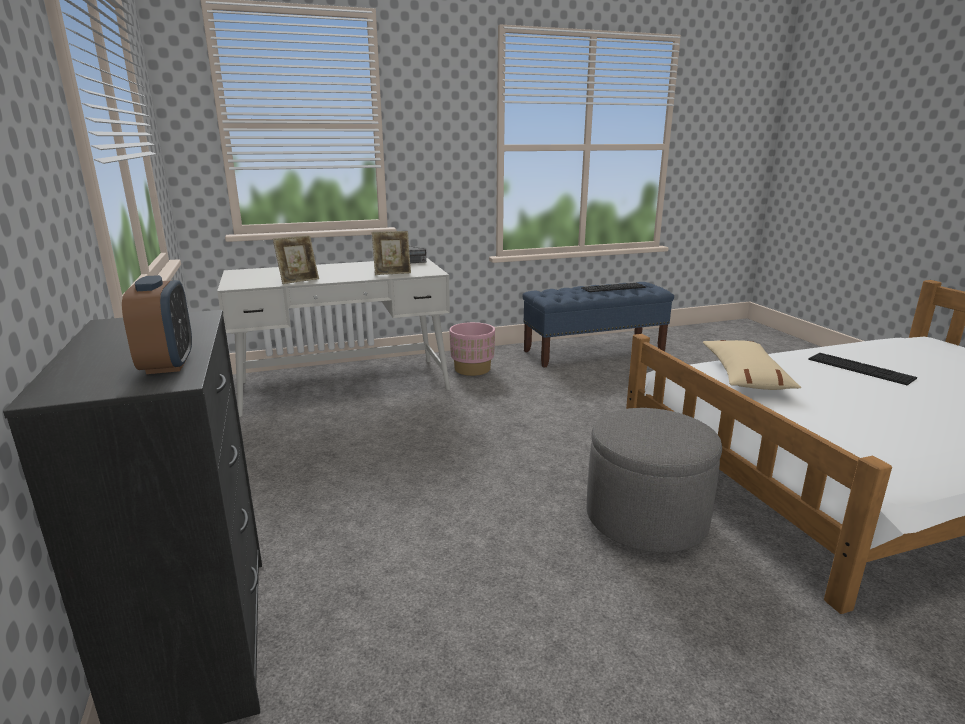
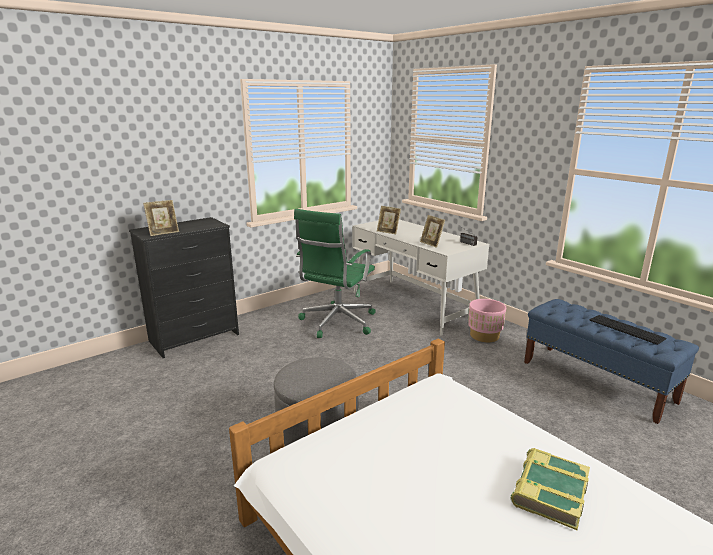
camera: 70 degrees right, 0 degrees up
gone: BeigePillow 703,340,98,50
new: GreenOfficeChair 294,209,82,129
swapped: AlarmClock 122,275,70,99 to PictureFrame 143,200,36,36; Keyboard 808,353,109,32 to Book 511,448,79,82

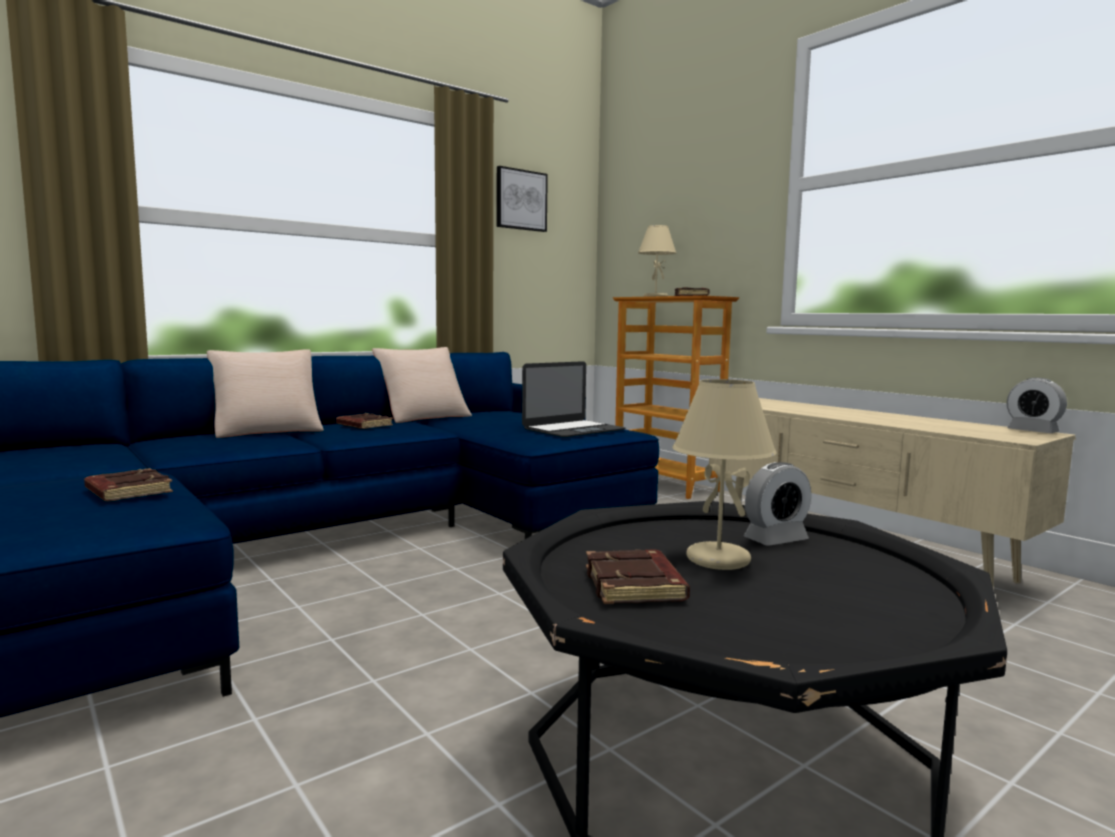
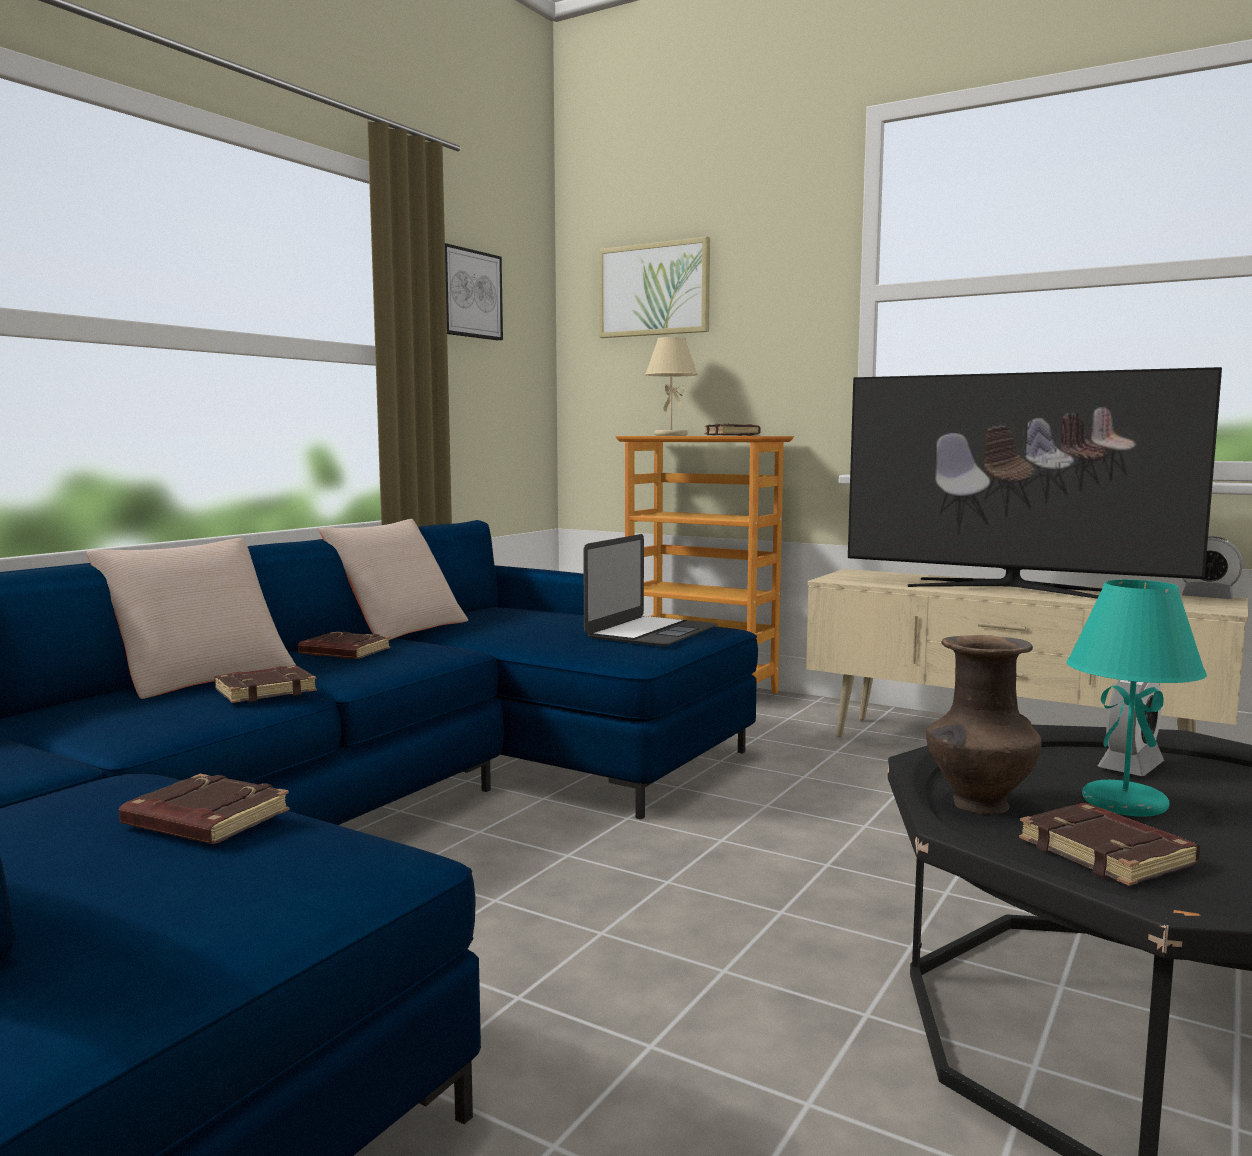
camera: 20 degrees left, 0 degrees up
new: Picture 599,237,111,101; Television 848,367,374,232; BrownVase 926,635,116,179; BrownBook 215,666,102,37
repainted: BeigeTableLamp 672,379,105,191 to TurquoiseTableLamp 1066,580,141,237

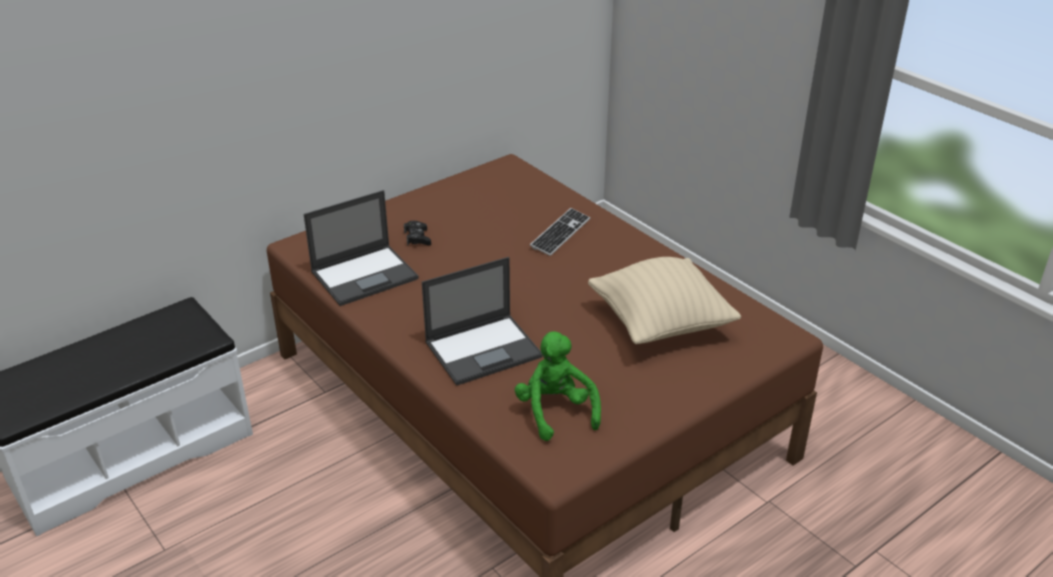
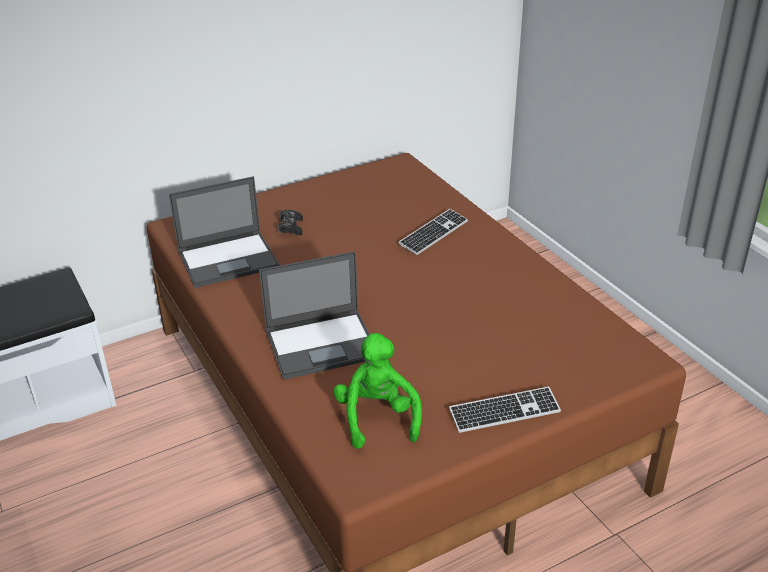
camera: 10 degrees right, 0 degrees up
gone: BeigePillow 588,257,153,87
new: Keyboard 449,387,112,46

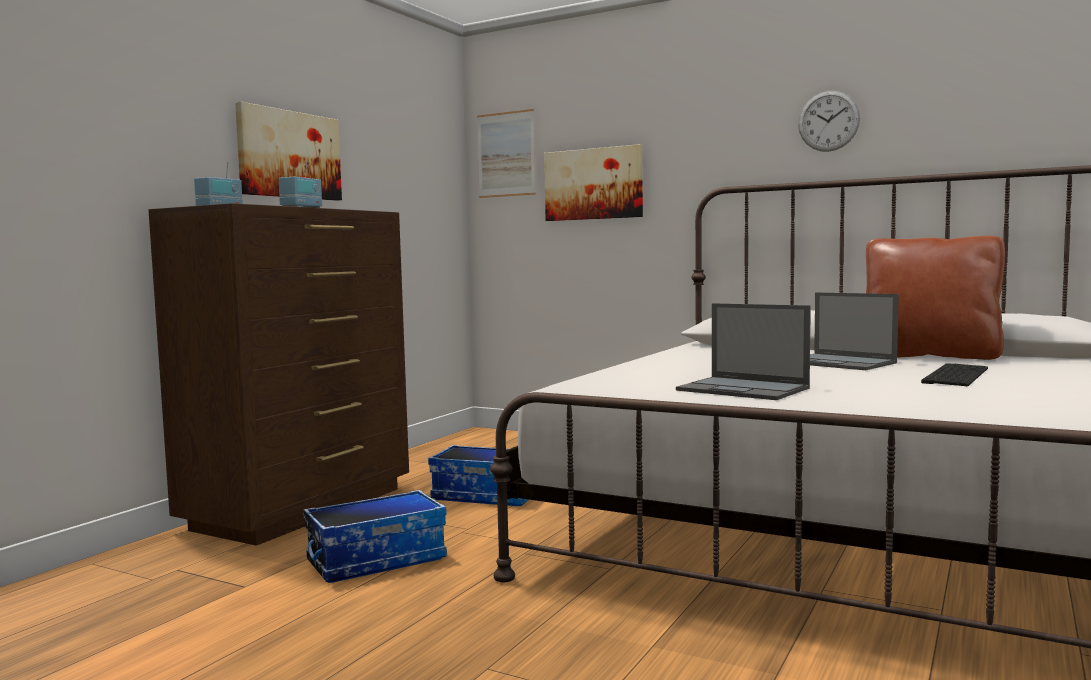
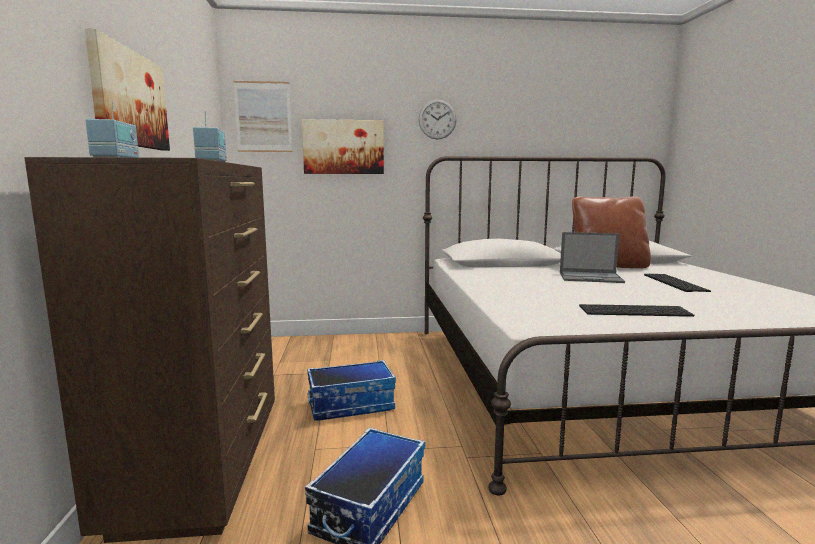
camera: 35 degrees left, 5 degrees up
shifted: WallClock 798,91,62,61 to 419,99,38,41
swapped: Laptop 676,303,135,97 to Keyboard 579,304,115,13

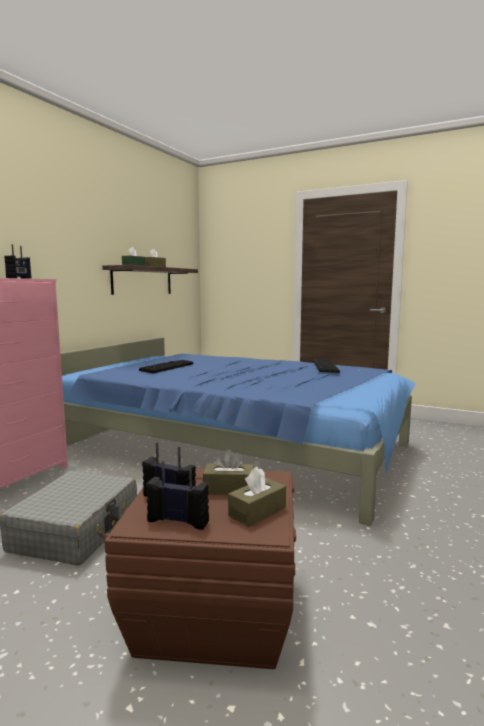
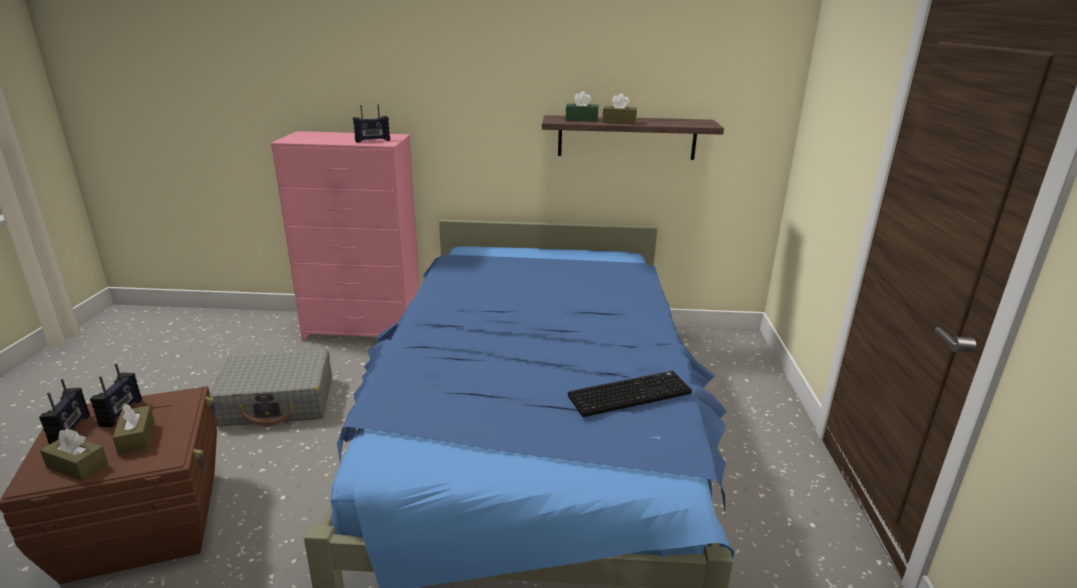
camera: 65 degrees right, 15 degrees up
gone: Keyboard 139,360,54,14

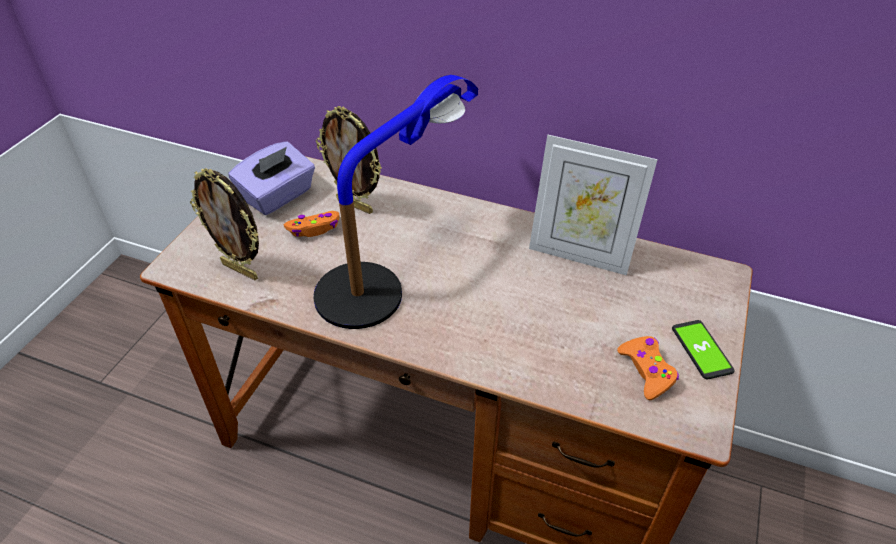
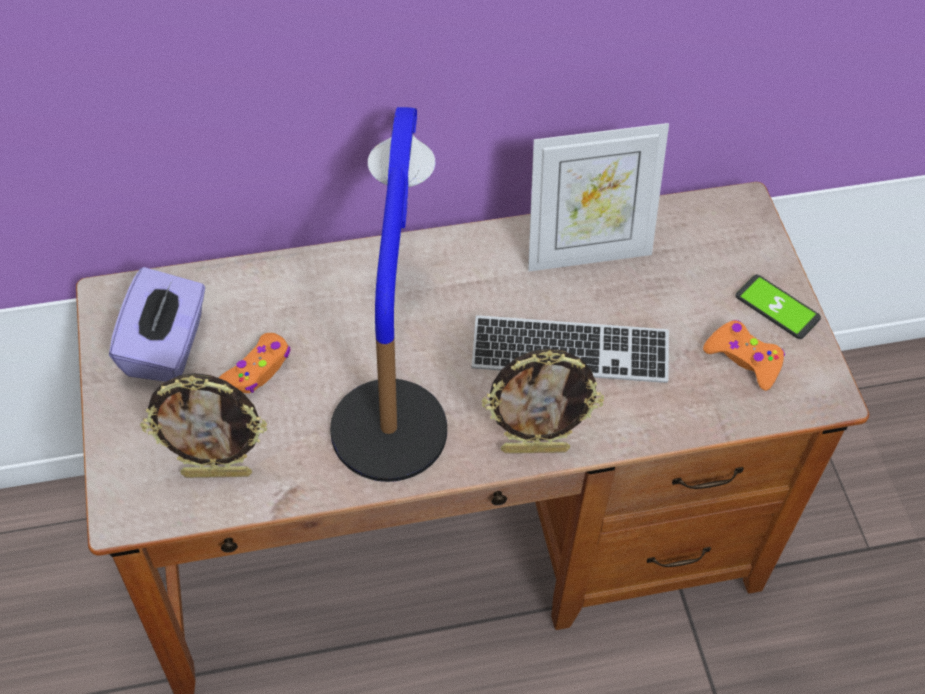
camera: 35 degrees left, 10 degrees up
new: Keyboard 472,315,197,68
shifted: PictureFrame 316,106,66,108 to 482,348,122,105

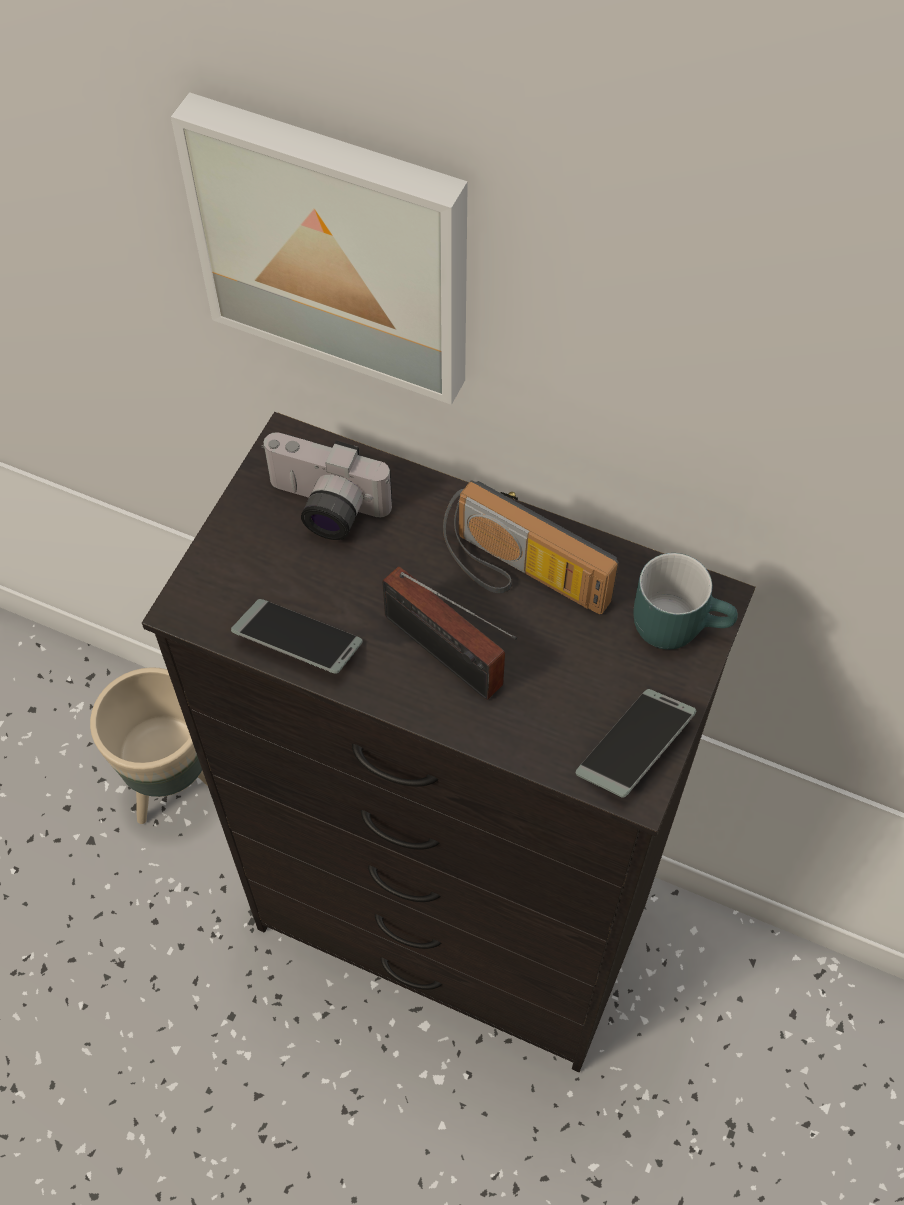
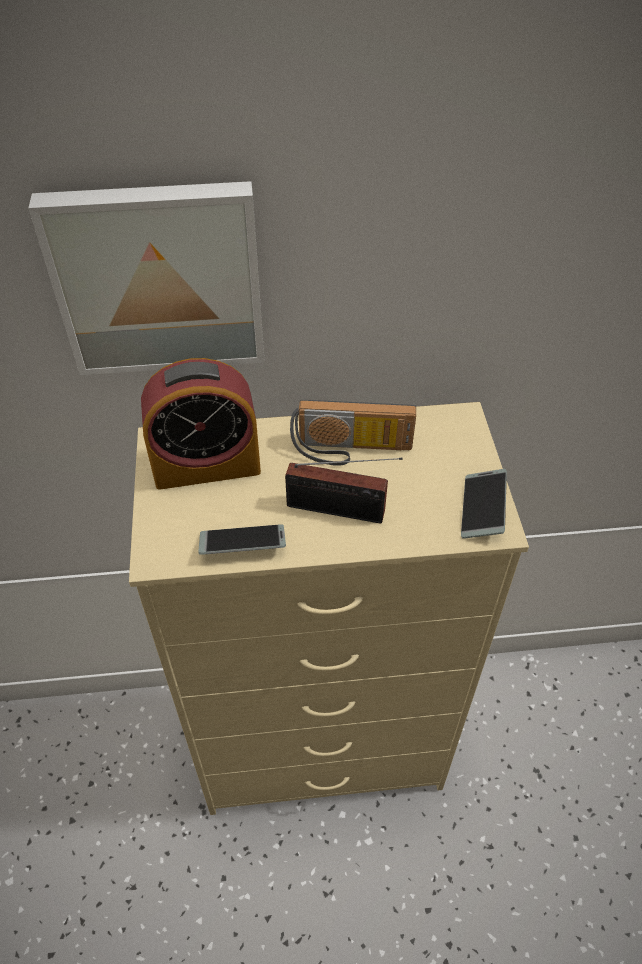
camera: 30 degrees left, 10 degrees down
gone: TurquoiseMug 633,553,105,97; BeigePlanter 90,667,118,157
swapped: PhotoCamera 261,432,131,108 to AlarmClock 141,358,120,132
repainted: BlackDresser 142,412,613,660 to BeigeDresser 129,402,400,413

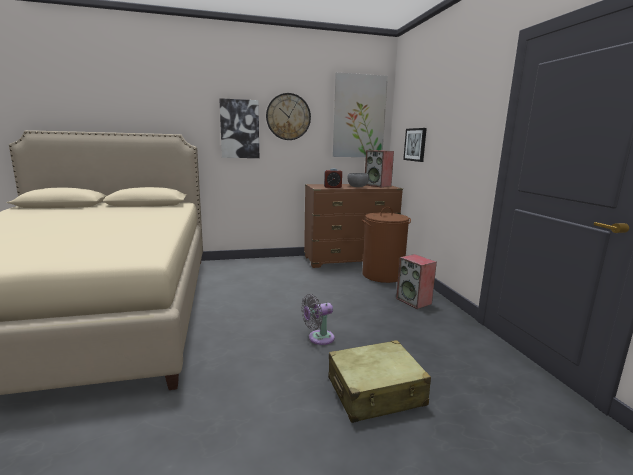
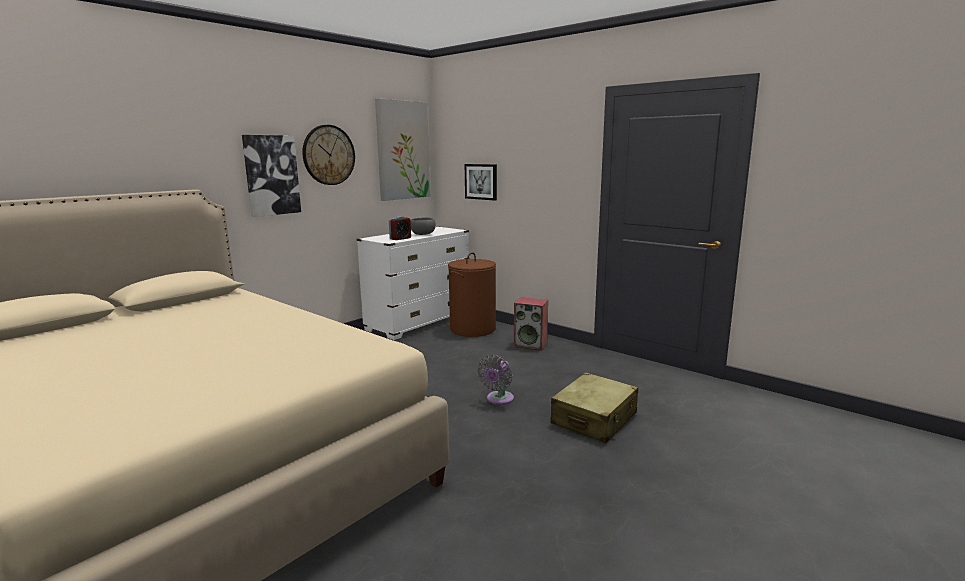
camera: 35 degrees left, 0 degrees up
gone: Speaker 365,150,29,37
repainted: BrownDresser 304,184,99,84 to WhiteDresser 357,226,113,114

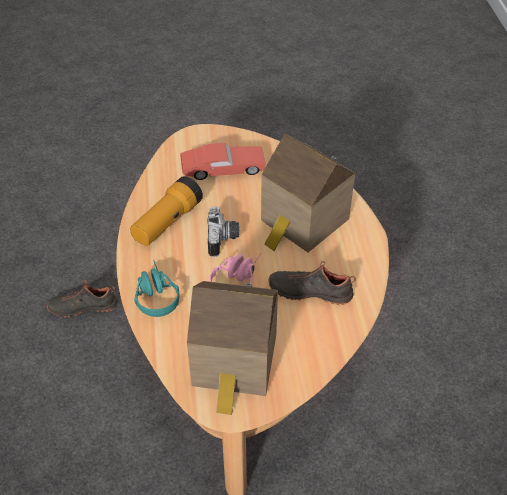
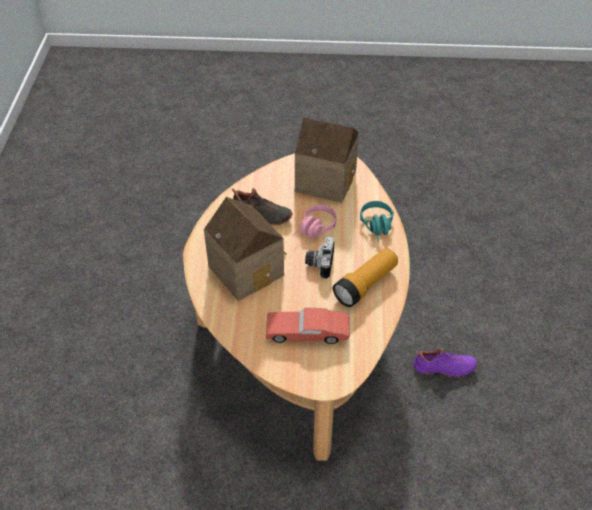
camera: 170 degrees left, 0 degrees up
repainted: BlackShoe 46,280,72,37 to PurpleShoe 413,348,64,30

